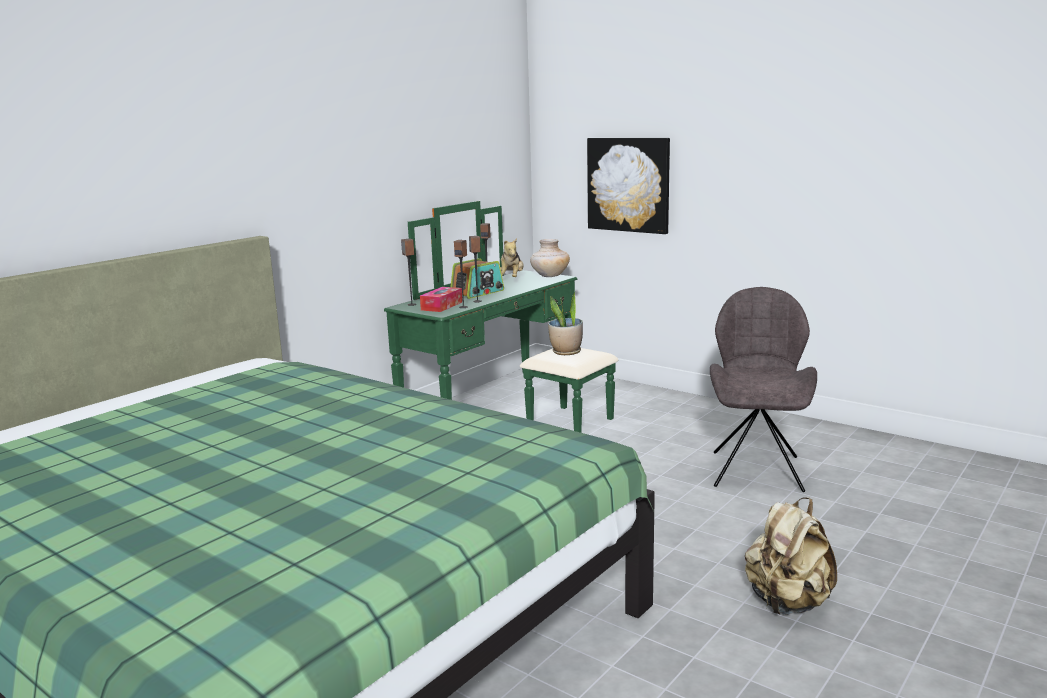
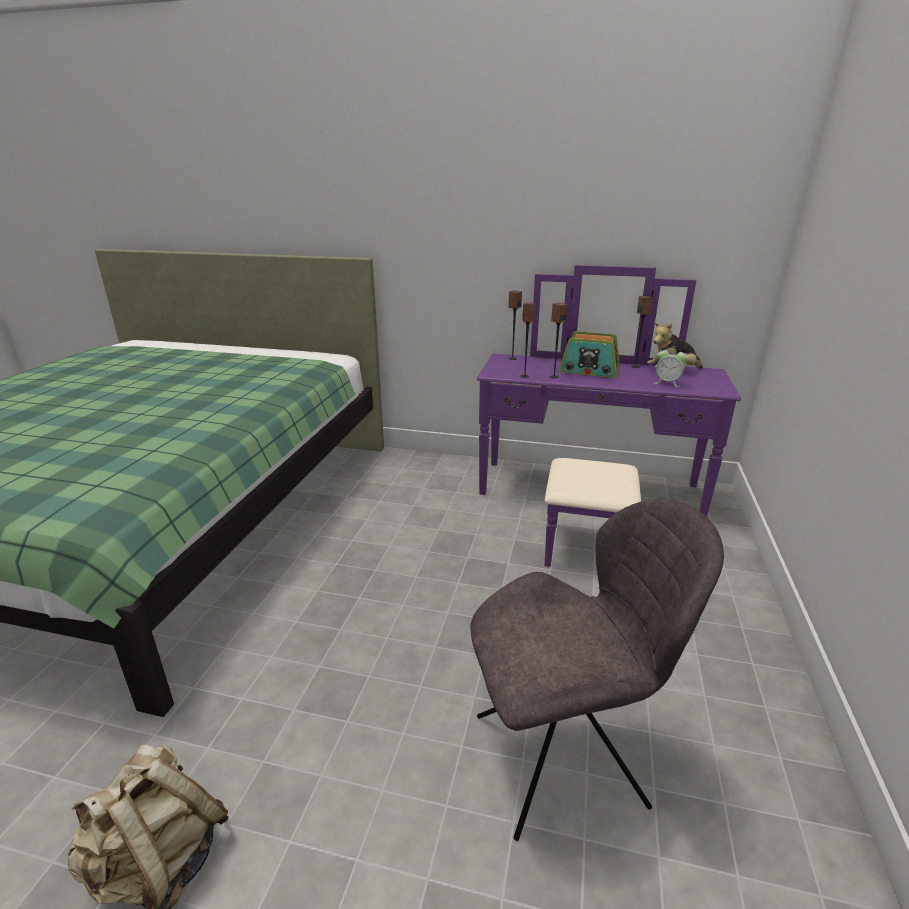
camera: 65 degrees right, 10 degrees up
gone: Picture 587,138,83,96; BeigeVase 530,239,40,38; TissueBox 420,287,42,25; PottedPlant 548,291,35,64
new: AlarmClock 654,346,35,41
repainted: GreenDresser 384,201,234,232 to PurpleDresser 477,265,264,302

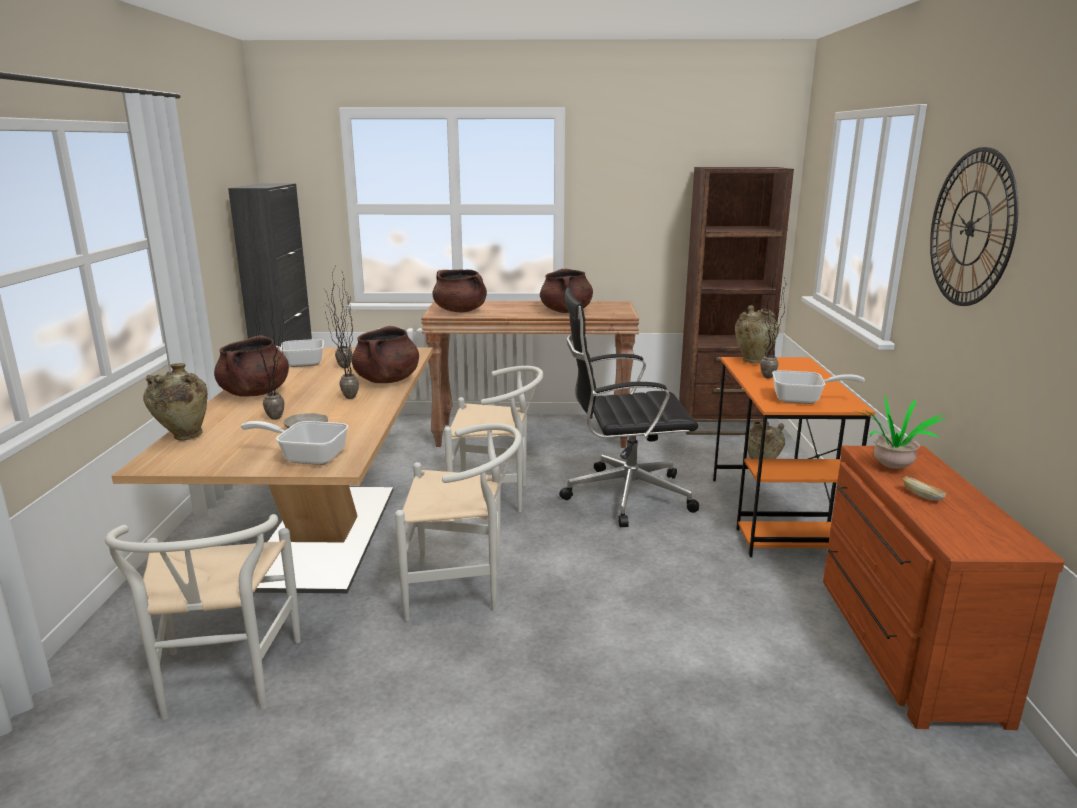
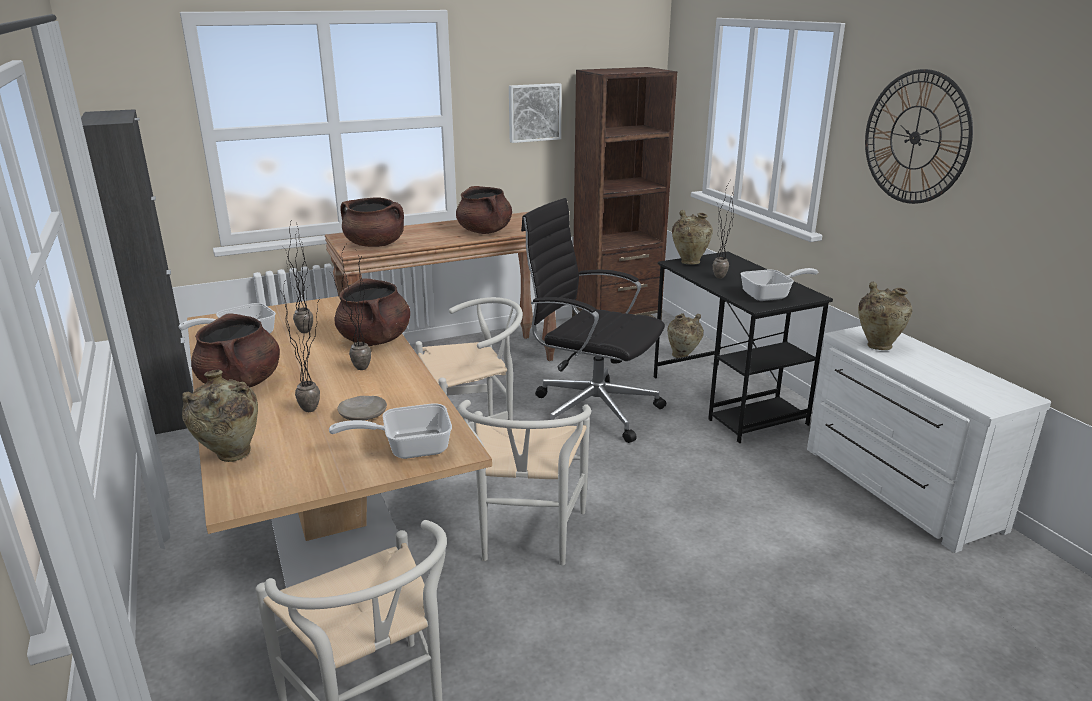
camera: 25 degrees left, 5 degrees up
gone: Bread 903,476,43,24
new: Picture 509,83,53,60
swapped: PottedPlant 856,396,91,73 to BeigeVase 858,282,54,68
repainted: OrangeDesk 713,357,162,200 to BlackDesk 654,251,179,192; BrownDresser 823,446,242,284 to WhiteDresser 807,326,244,227
rotated: BlackOfficeChair 559,287,140,240 = 521,198,145,245 60 degrees clockwise; WhiteChair 395,423,127,198 = 458,400,133,165 120 degrees clockwise

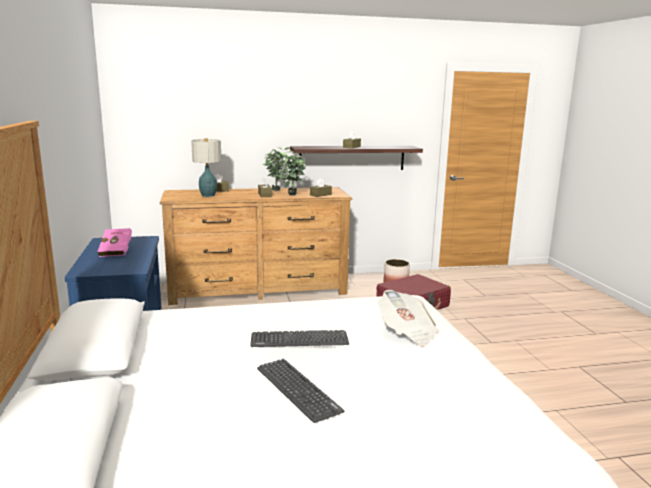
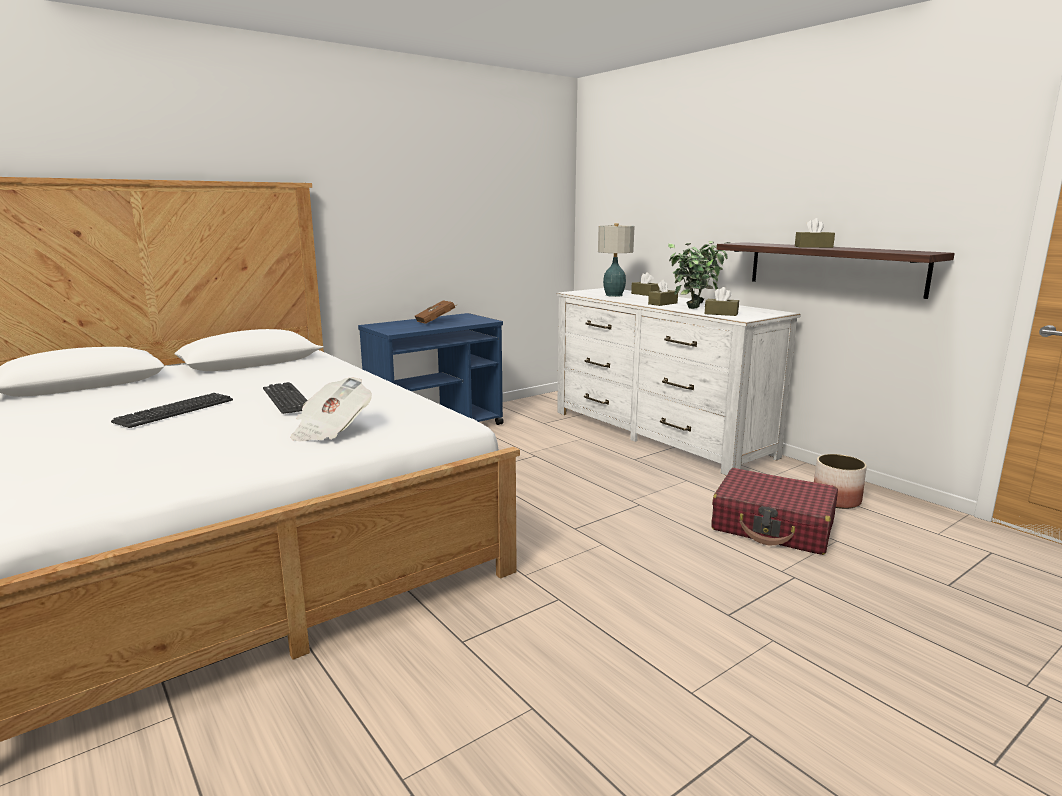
camera: 65 degrees right, 0 degrees up
repainted: BrownDresser 160,187,192,118 to WhiteDresser 557,288,244,188; PinkBook 97,228,35,29 to BrownBook 415,300,43,24

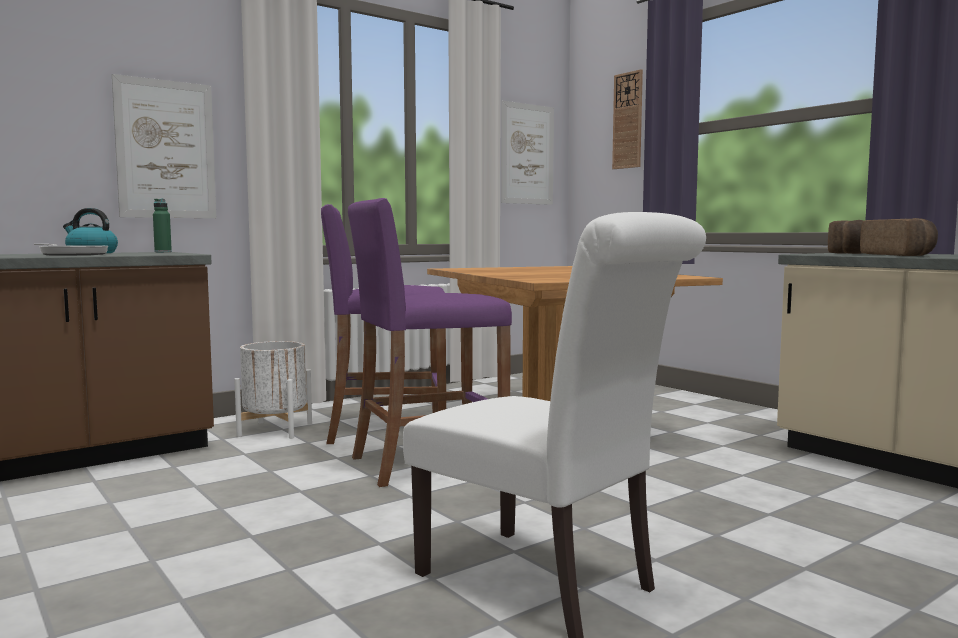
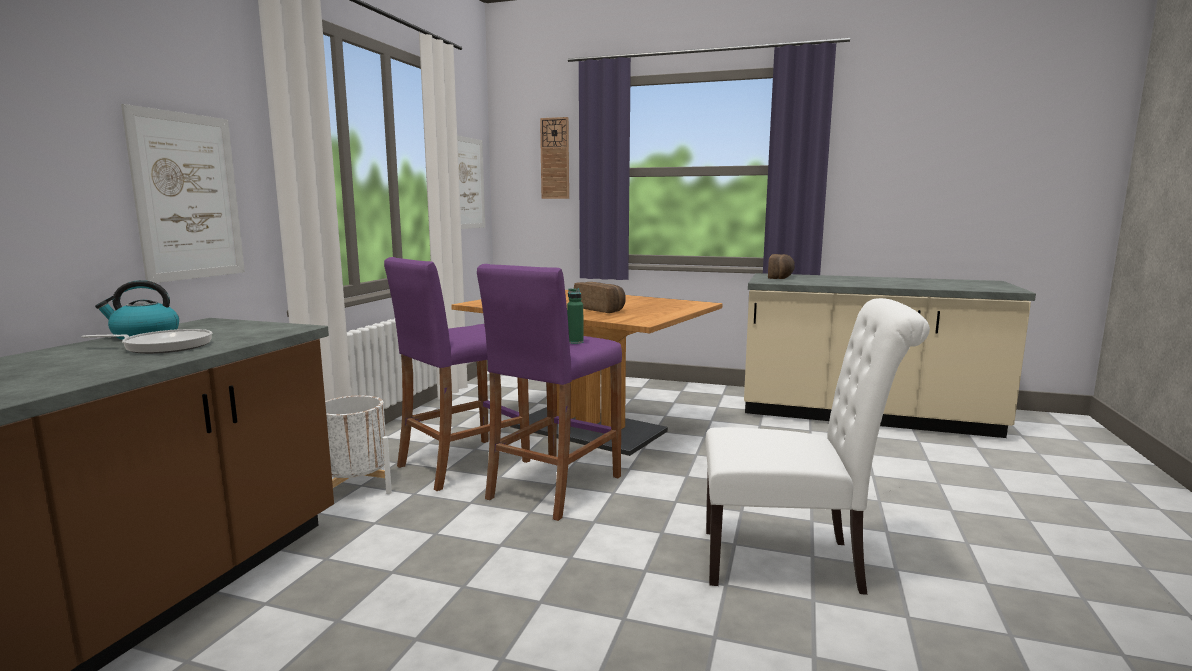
camera: 35 degrees left, 5 degrees up
shifted: GreenBottle 153,199,19,53 to 567,288,16,56; Bread 860,218,78,38 to 574,282,52,31

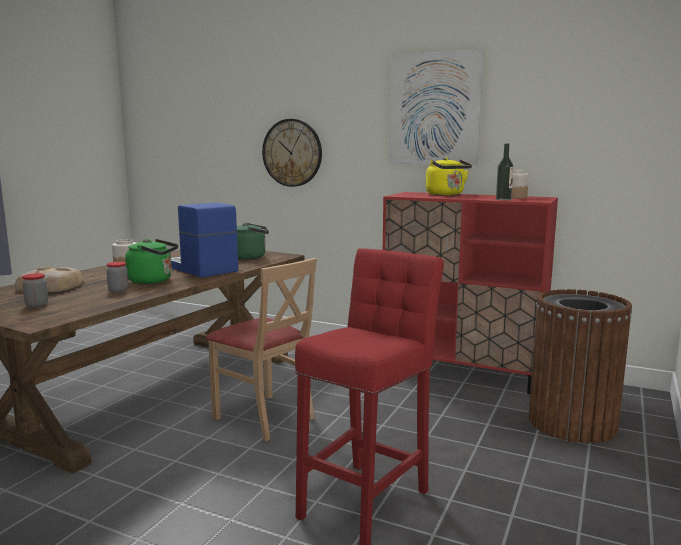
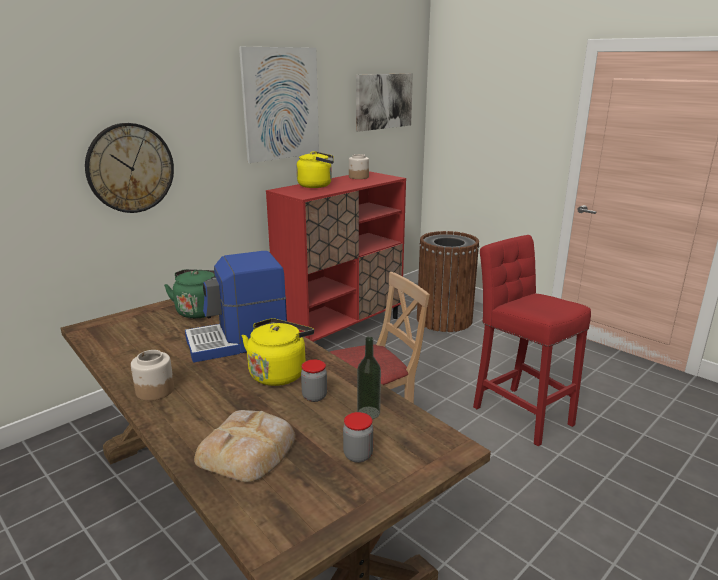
camera: 70 degrees left, 10 degrees up
new: Picture 356,73,57,59
shifted: Bottle 496,144,17,56 to 357,337,24,82
repainted: GreenKettle 125,239,53,45 to YellowKettle 242,318,72,68

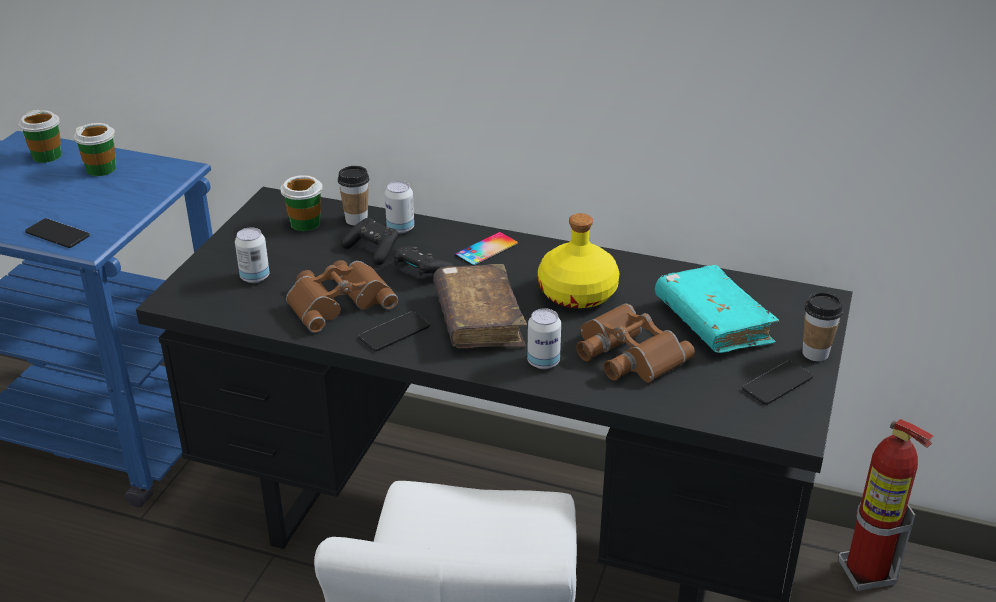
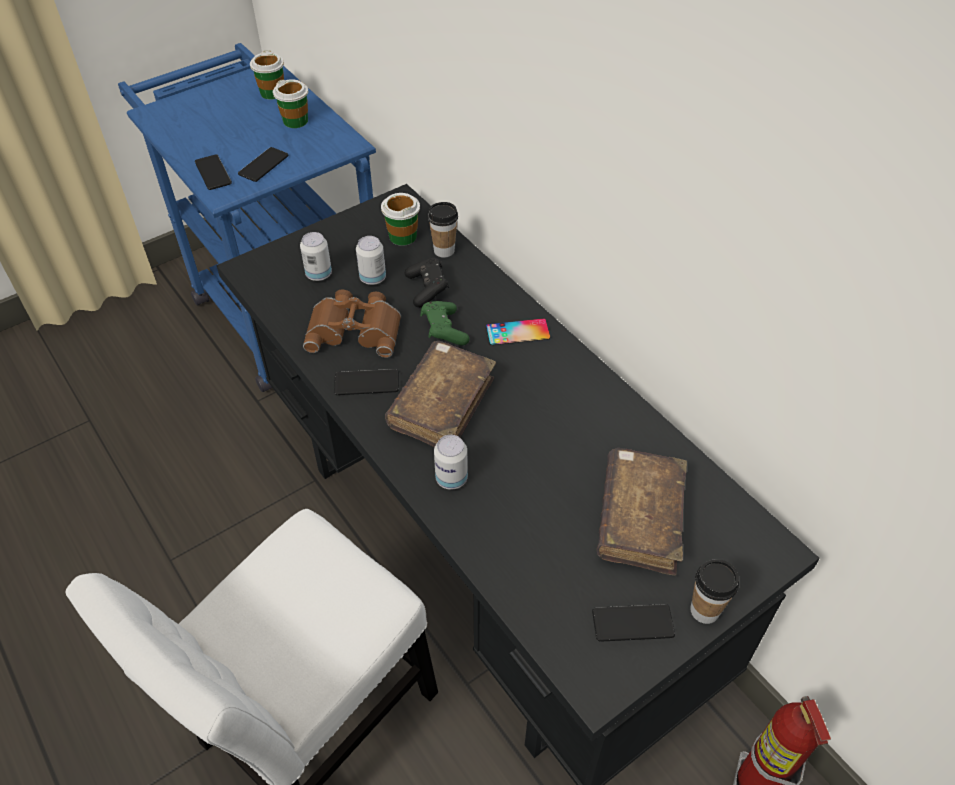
camera: 35 degrees right, 15 degrees up
gone: YellowBottle 538,213,82,95; BrownBinoculars 577,304,118,79
new: Phone 238,147,51,35
shifted: Can 385,181,29,53 to 356,236,30,49
repainted: BlackGameController 394,246,60,30 to GreenGameController 420,301,50,45; TurquoiseBook 655,265,124,88 to BrownBook 597,448,90,128

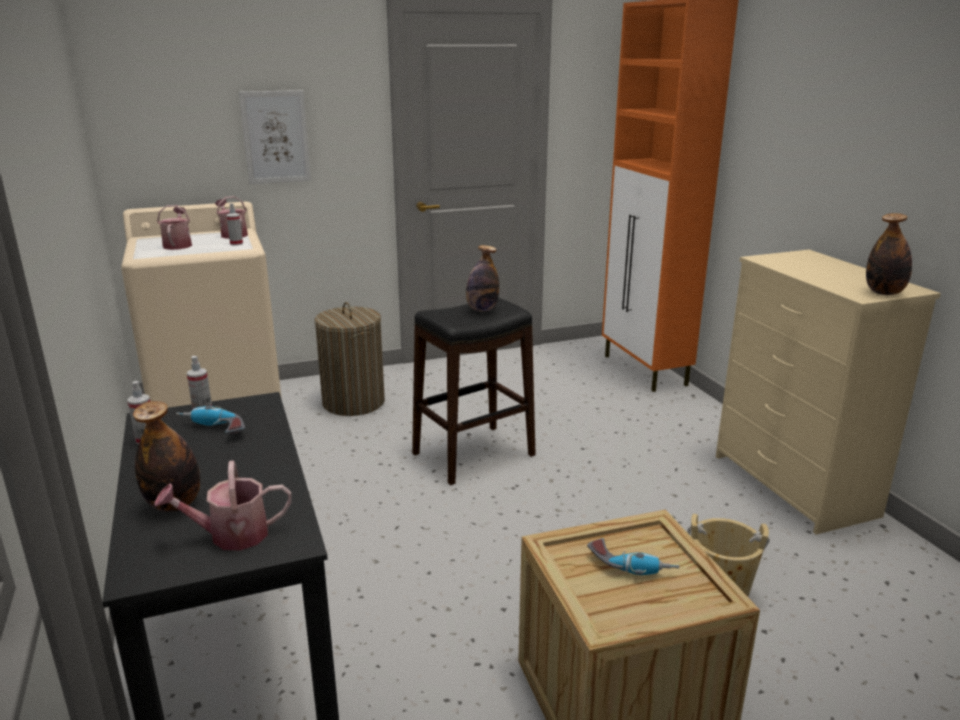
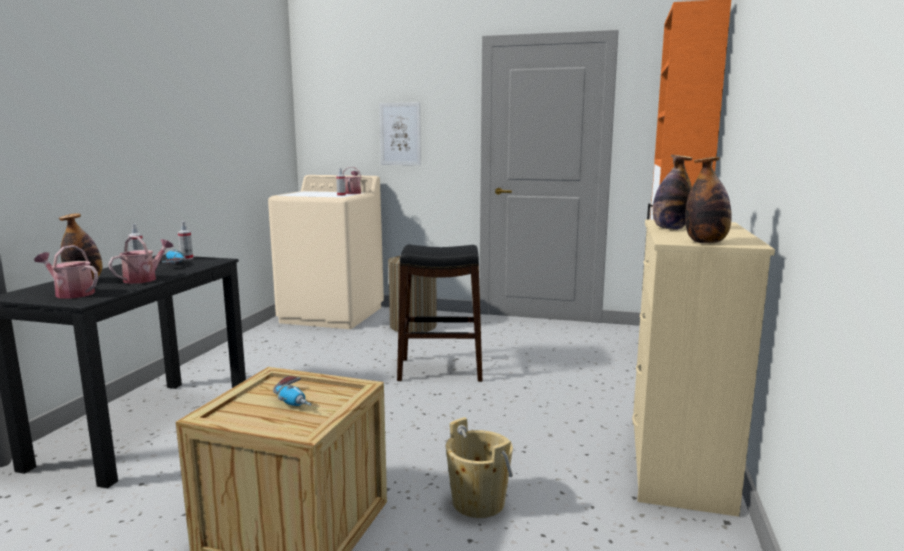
camera: 35 degrees right, 10 degrees down
shifted: WateringCan 157,205,35,45 to 108,236,66,48; Bottle 466,245,33,67 to 653,155,39,75

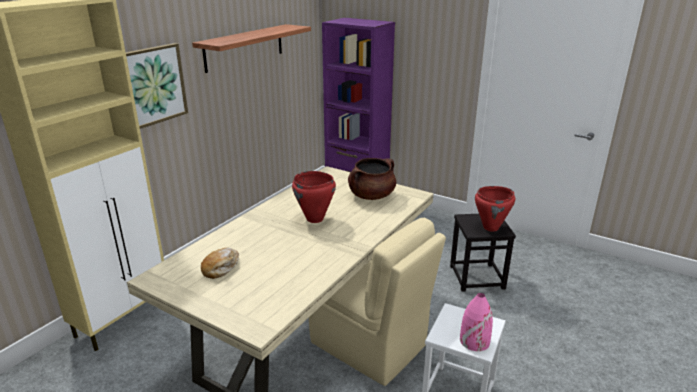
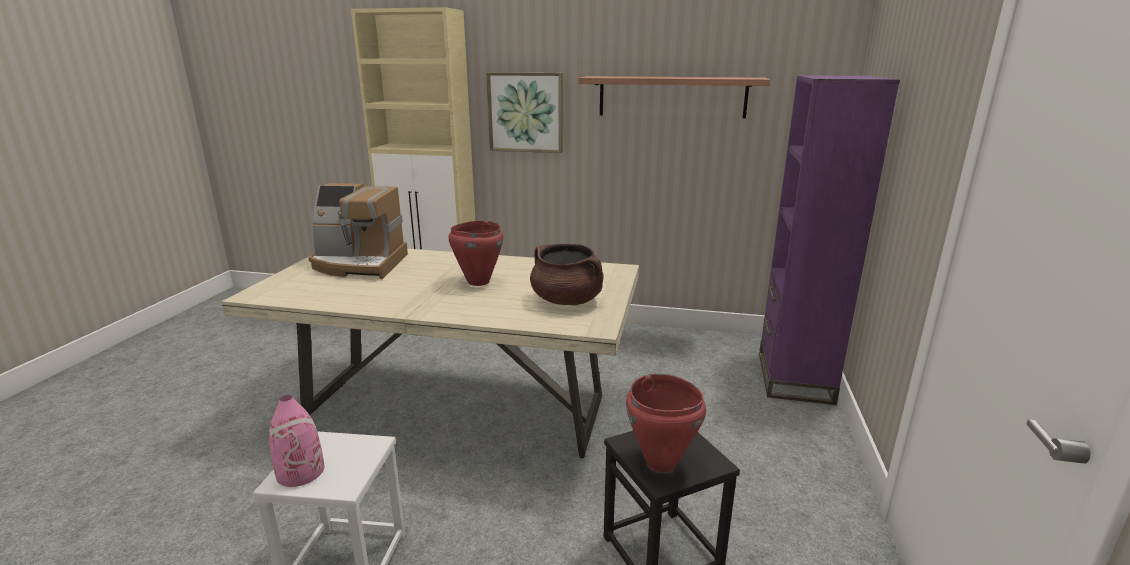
camera: 70 degrees right, 5 degrees down
gone: BeigeChair 309,218,137,168
swapped: Bread 201,248,38,31 to CoffeeMachine 308,183,100,96

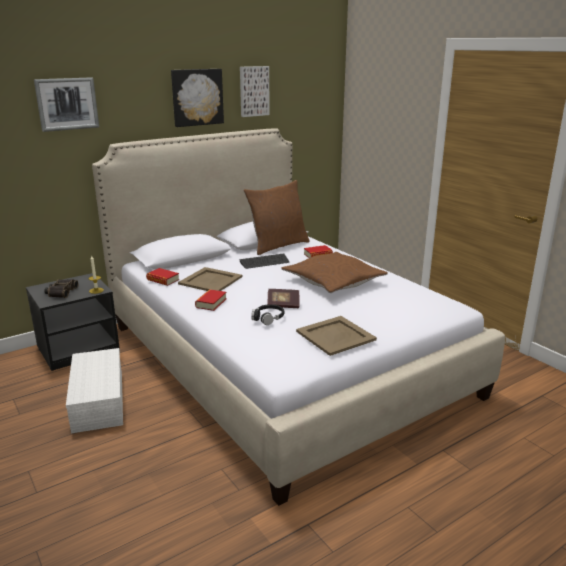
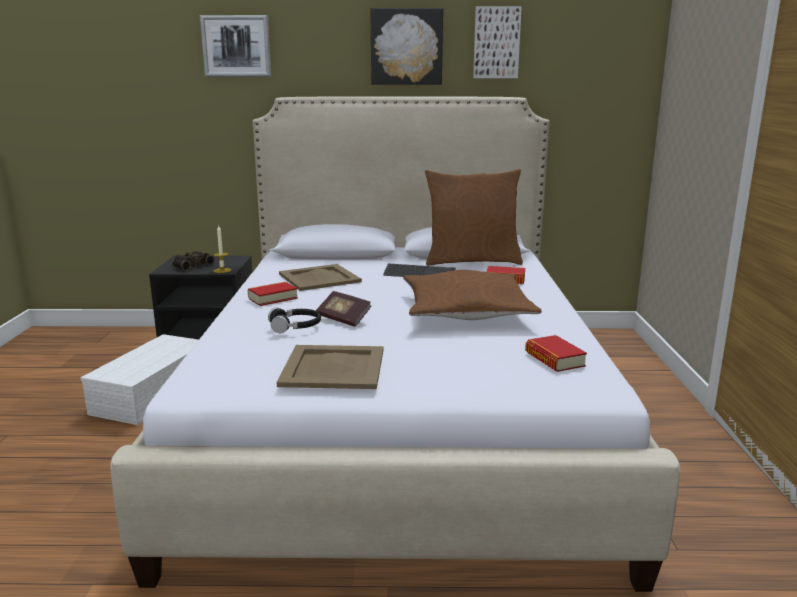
camera: 35 degrees right, 5 degrees down
shifted: Book 146,268,33,18 to 525,335,62,37

